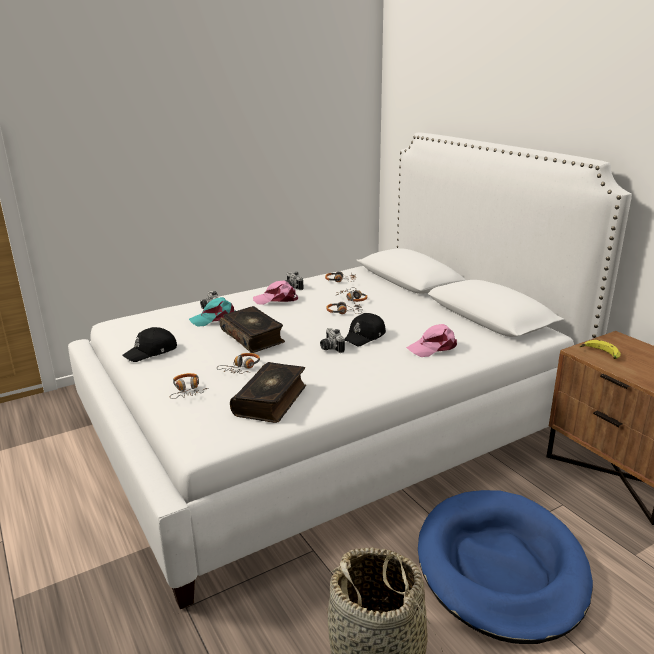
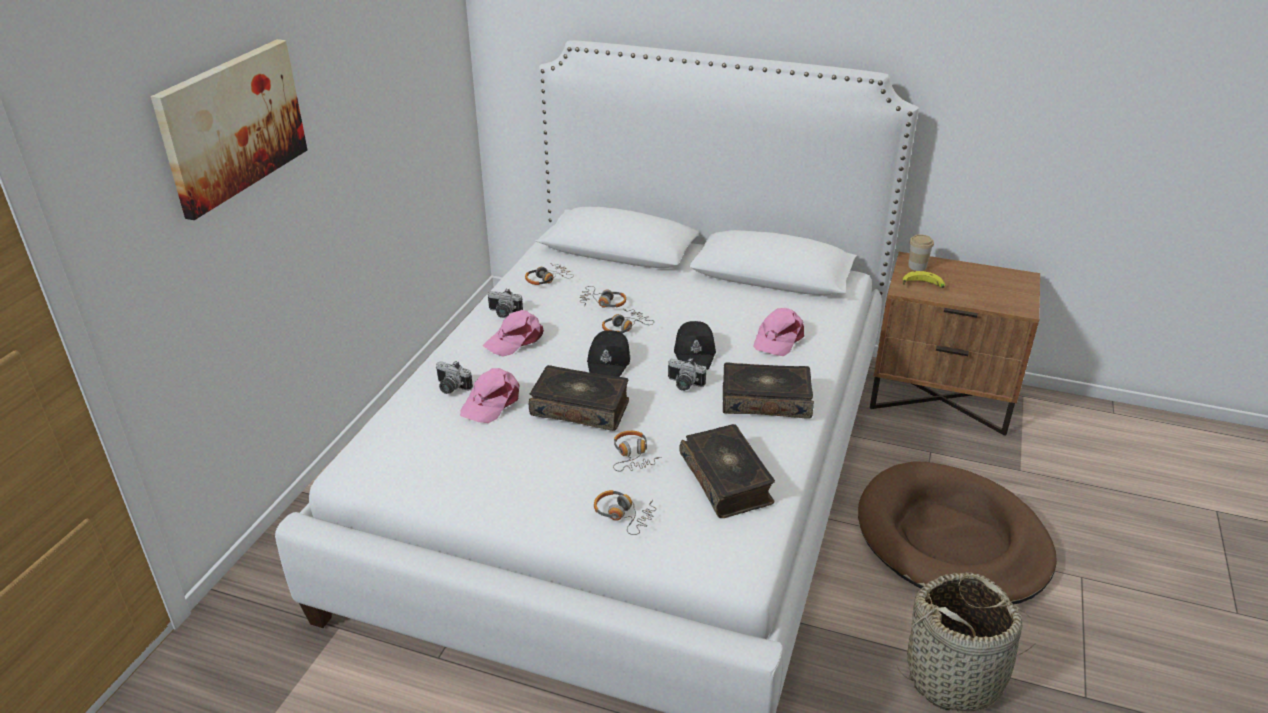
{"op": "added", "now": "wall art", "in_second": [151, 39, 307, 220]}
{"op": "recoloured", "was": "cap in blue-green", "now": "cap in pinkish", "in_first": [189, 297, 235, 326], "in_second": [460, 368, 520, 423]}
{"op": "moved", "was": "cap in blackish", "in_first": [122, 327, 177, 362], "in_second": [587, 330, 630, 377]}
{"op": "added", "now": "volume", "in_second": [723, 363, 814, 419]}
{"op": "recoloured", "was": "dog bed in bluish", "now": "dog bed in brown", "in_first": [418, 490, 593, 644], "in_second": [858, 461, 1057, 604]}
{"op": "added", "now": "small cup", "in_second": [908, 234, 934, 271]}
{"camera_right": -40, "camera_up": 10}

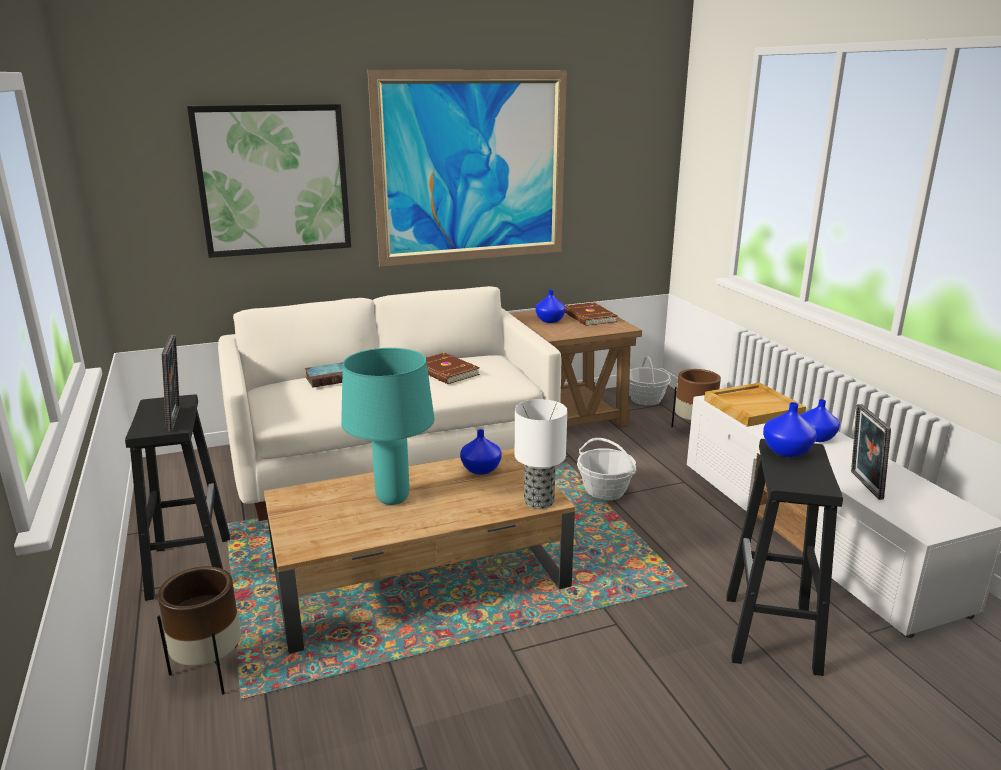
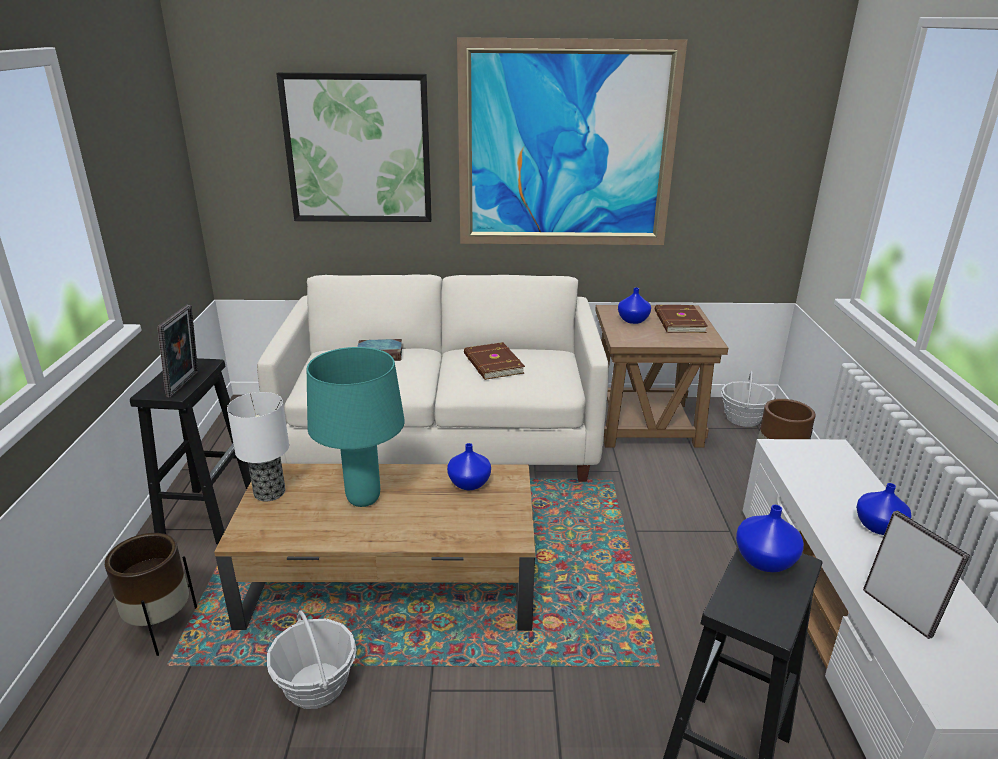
{"op": "moved", "was": "table lamp", "in_first": [515, 399, 567, 509], "in_second": [227, 392, 289, 501]}
{"op": "moved", "was": "storage basket", "in_first": [577, 438, 636, 501], "in_second": [267, 611, 357, 709]}
{"op": "turned", "was": "photo frame", "in_first": [851, 404, 891, 500], "in_second": [863, 511, 970, 639], "clockwise": 135}
{"op": "removed", "was": "serving tray in beige", "in_first": [704, 383, 806, 427]}
{"camera_right": 20, "camera_up": 5}

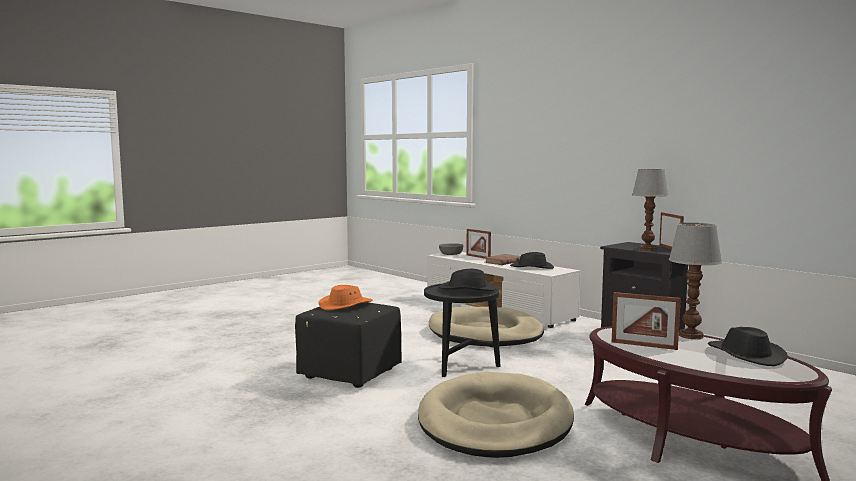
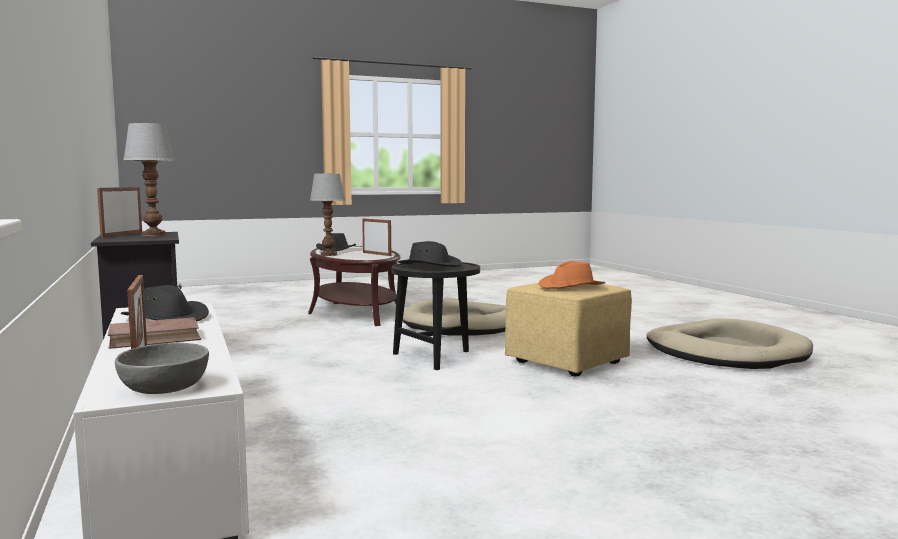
{"op": "recoloured", "was": "footrest in blackish", "now": "footrest in yellow-coloured", "in_first": [295, 302, 402, 388], "in_second": [505, 283, 632, 376]}
{"op": "moved", "was": "dog bed in beige", "in_first": [429, 307, 544, 346], "in_second": [647, 318, 813, 369]}
{"camera_right": -160, "camera_up": 0}

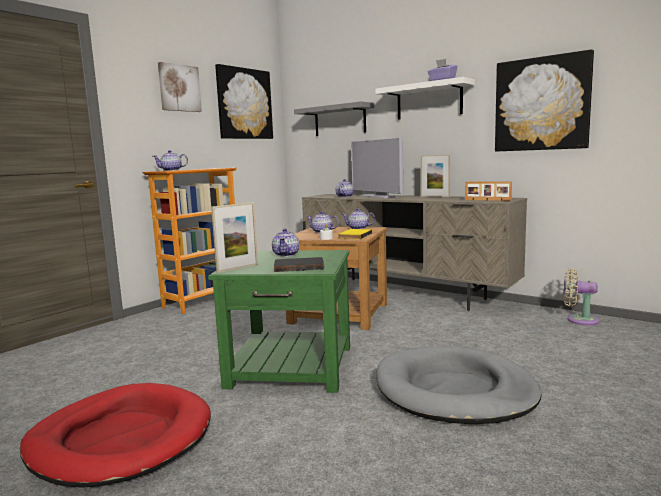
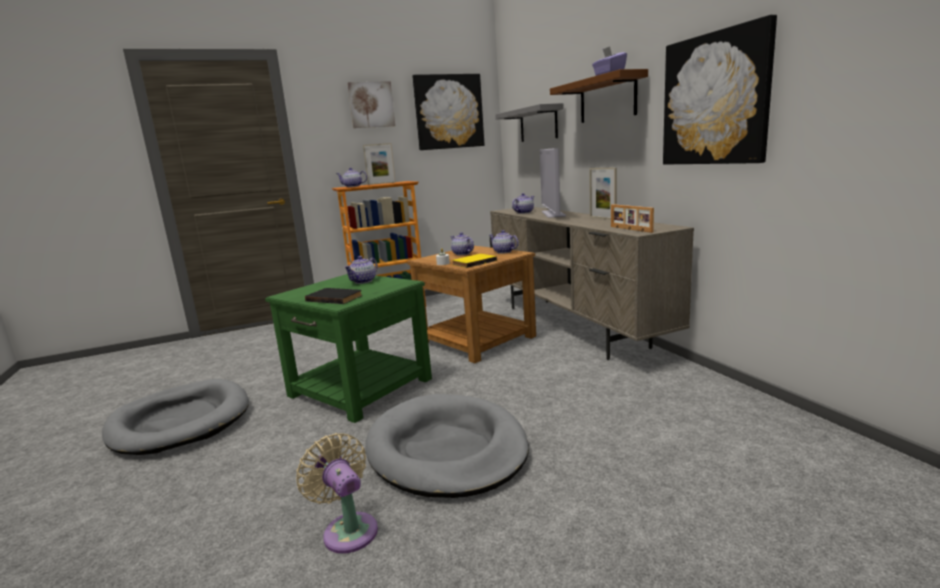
{"op": "recoloured", "was": "dog bed in reddish", "now": "dog bed in greyish", "in_first": [20, 383, 211, 488], "in_second": [102, 379, 249, 455]}
{"op": "moved", "was": "electric fan in beige", "in_first": [564, 268, 599, 325], "in_second": [296, 433, 378, 553]}
{"op": "moved", "was": "photo frame", "in_first": [211, 202, 258, 273], "in_second": [363, 143, 396, 185]}
{"op": "recoloured", "was": "bracket shelf in white-coloured", "now": "bracket shelf in brown", "in_first": [375, 77, 475, 120], "in_second": [550, 69, 648, 123]}
{"camera_right": 30, "camera_up": 5}

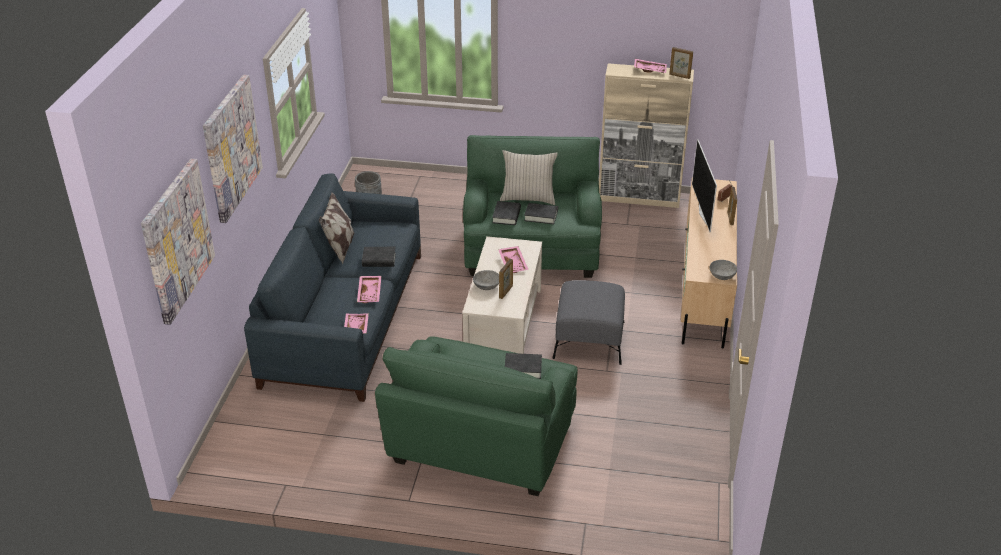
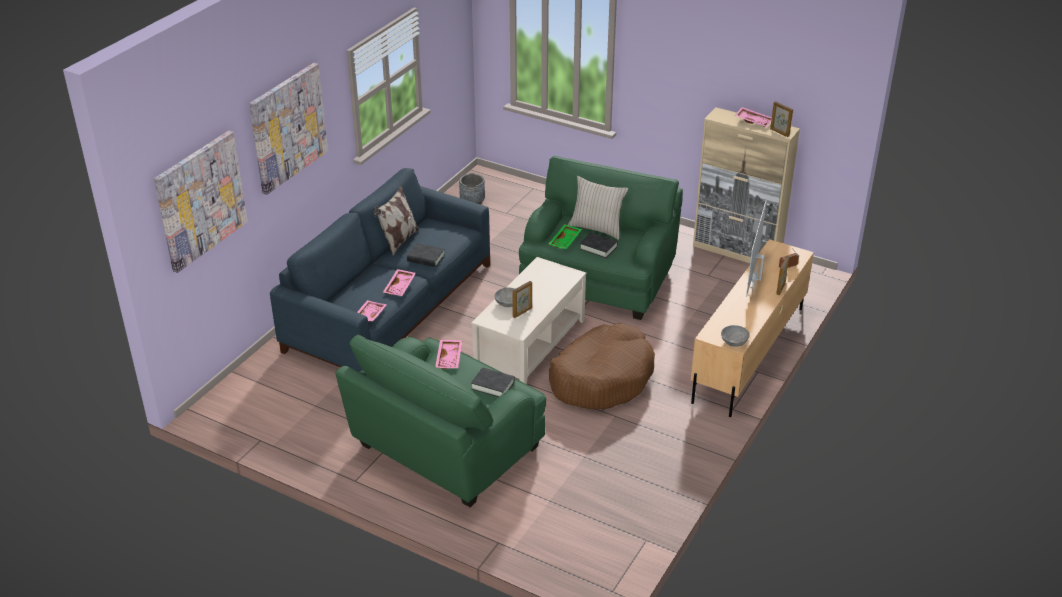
{"op": "moved", "was": "serving tray in pinkish", "in_first": [498, 246, 528, 273], "in_second": [435, 340, 462, 369]}
{"op": "replaced", "was": "volume in blackish", "now": "serving tray in green", "in_first": [492, 201, 521, 225], "in_second": [549, 224, 582, 249]}
{"op": "replaced", "was": "footrest in greyish", "now": "dog bed in brown", "in_first": [553, 280, 625, 365], "in_second": [549, 323, 655, 409]}
{"camera_right": 20, "camera_up": 0}

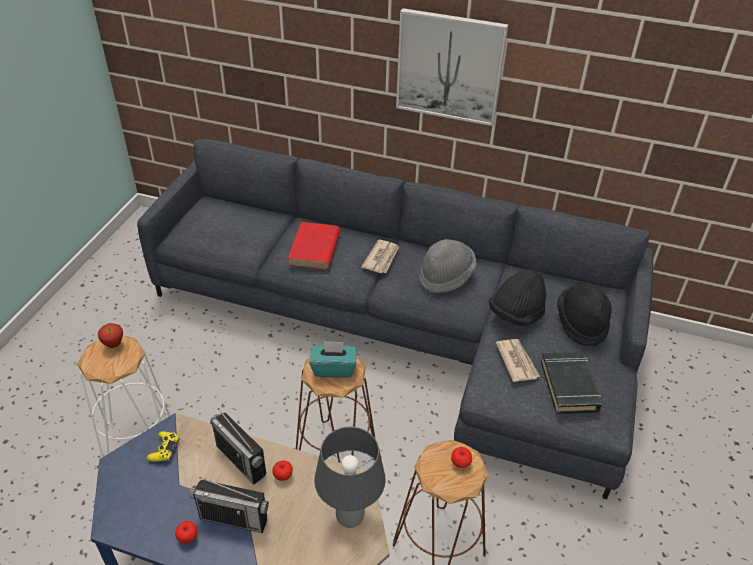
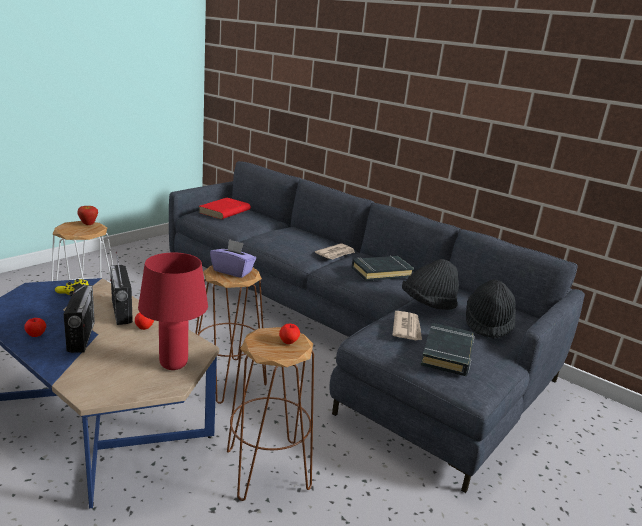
{"op": "turned", "was": "radio receiver", "in_first": [190, 477, 269, 533], "in_second": [64, 285, 95, 353], "clockwise": -135}
{"op": "recoloured", "was": "table lamp in greyish", "now": "table lamp in reddish", "in_first": [315, 427, 385, 528], "in_second": [138, 253, 208, 370]}
{"op": "moved", "was": "volume in reddish", "in_first": [288, 222, 340, 270], "in_second": [199, 198, 251, 219]}
{"op": "recoloured", "was": "tissue holder in blue-green", "now": "tissue holder in purple", "in_first": [309, 341, 357, 378], "in_second": [210, 239, 256, 278]}
{"op": "replaced", "was": "hat in greyish", "now": "volume in blackish", "in_first": [419, 239, 476, 293], "in_second": [351, 255, 414, 281]}
{"op": "removed", "was": "wall art", "in_first": [396, 8, 508, 126]}
{"camera_right": 20, "camera_up": -20}

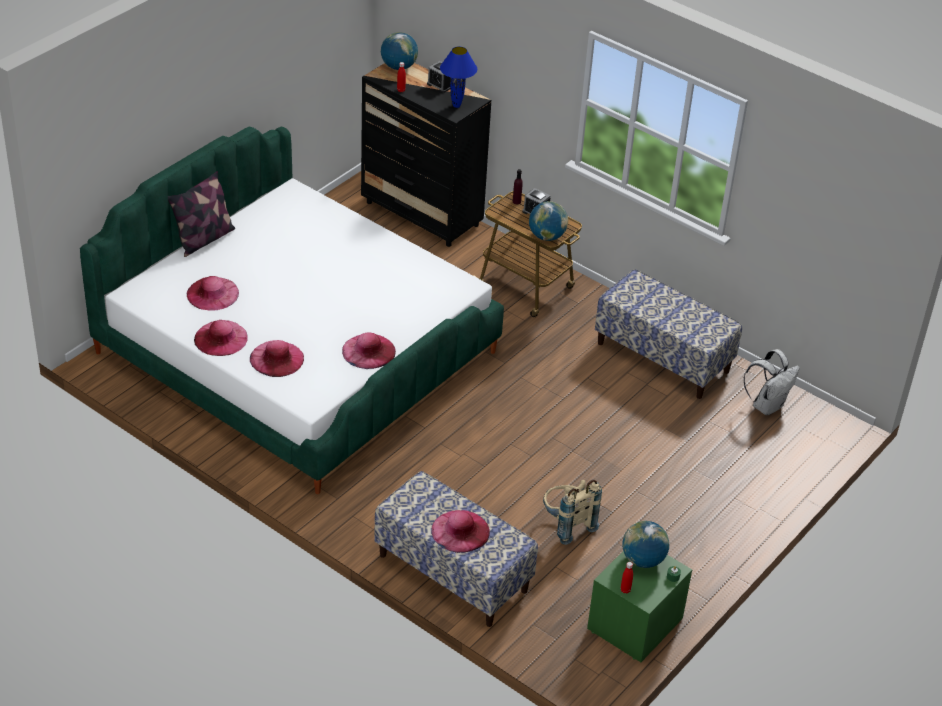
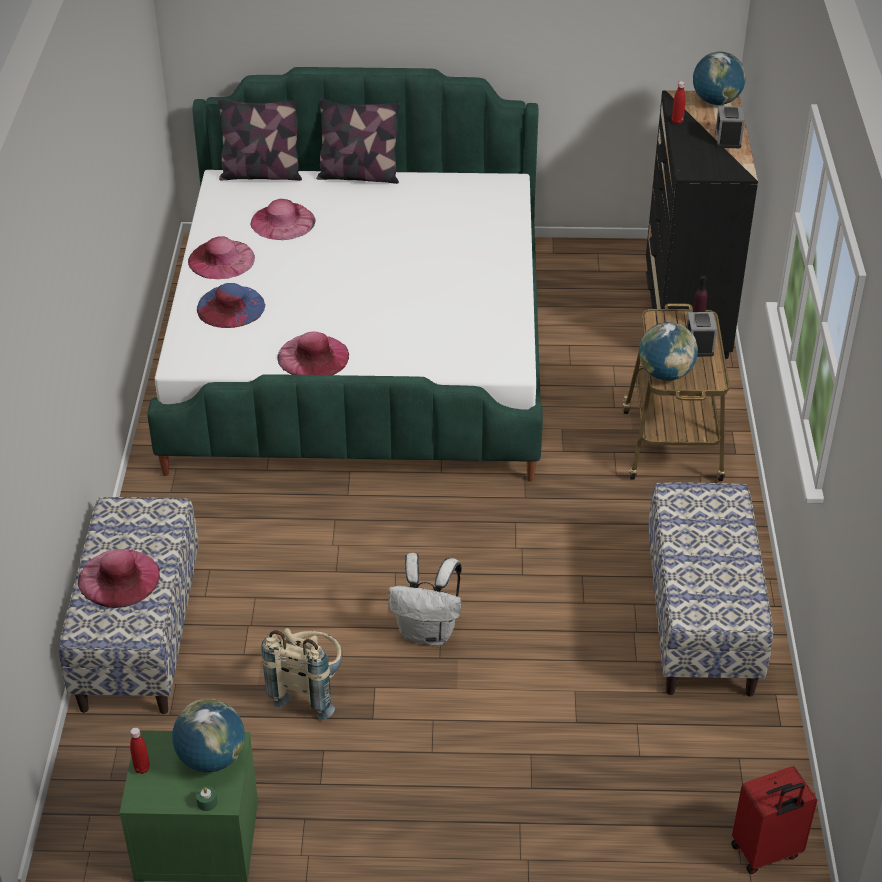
{"op": "recoloured", "was": "hat in pinkish", "now": "hat in bluish", "in_first": [250, 340, 304, 377], "in_second": [197, 283, 265, 328]}
{"op": "added", "now": "cushion", "in_second": [217, 98, 302, 181]}
{"op": "moved", "was": "backpack in white-coloured", "in_first": [744, 349, 800, 415], "in_second": [389, 553, 462, 646]}
{"op": "added", "now": "piece of luggage in reddish", "in_second": [731, 766, 817, 874]}
{"op": "removed", "was": "table lamp in bluish", "in_first": [440, 47, 477, 108]}
{"camera_right": 55, "camera_up": 0}

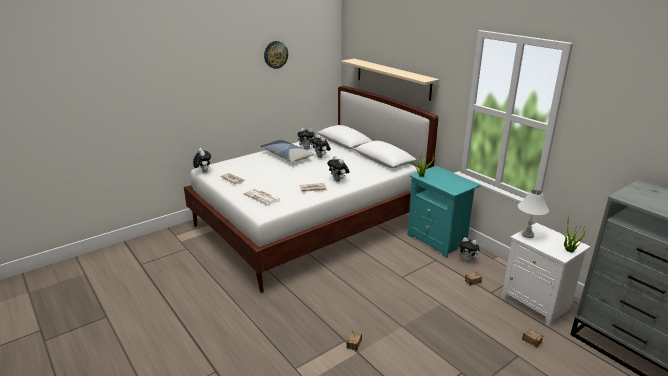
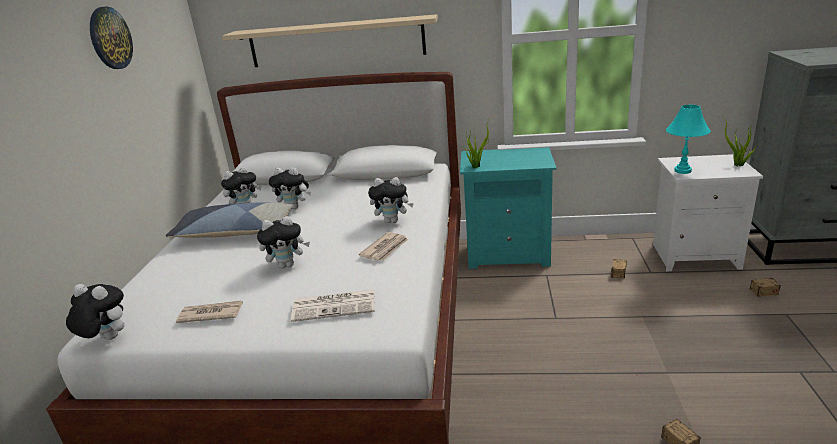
{"op": "moved", "was": "cuddly toy", "in_first": [458, 237, 481, 262], "in_second": [257, 216, 310, 268]}
{"op": "recoloured", "was": "table lamp in white-coloured", "now": "table lamp in blue-green", "in_first": [518, 190, 549, 238], "in_second": [666, 105, 711, 174]}
{"camera_right": -45, "camera_up": 0}

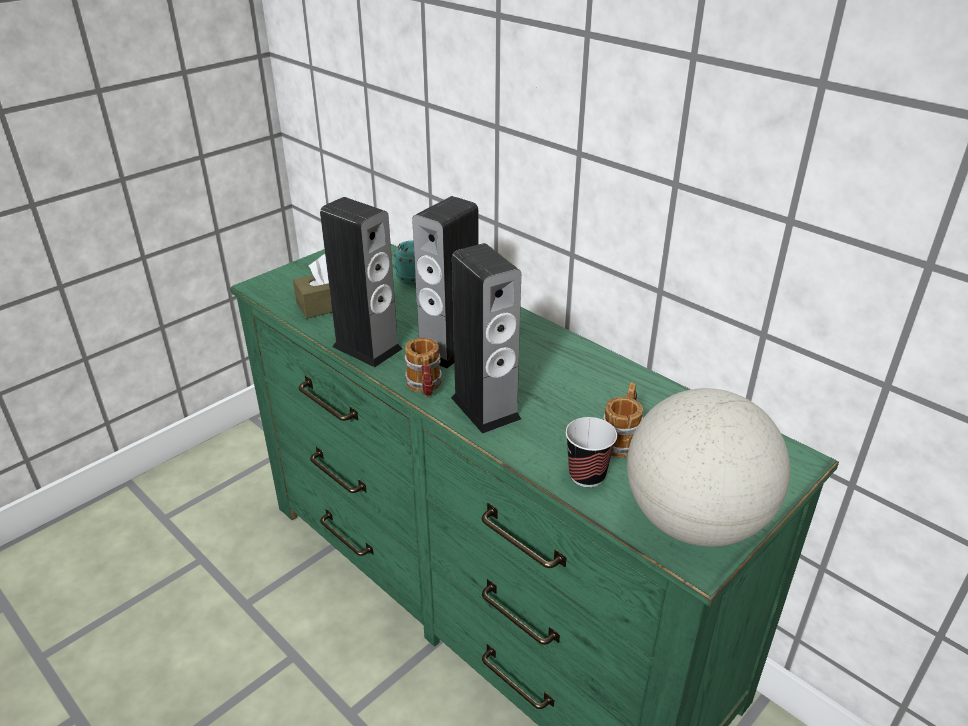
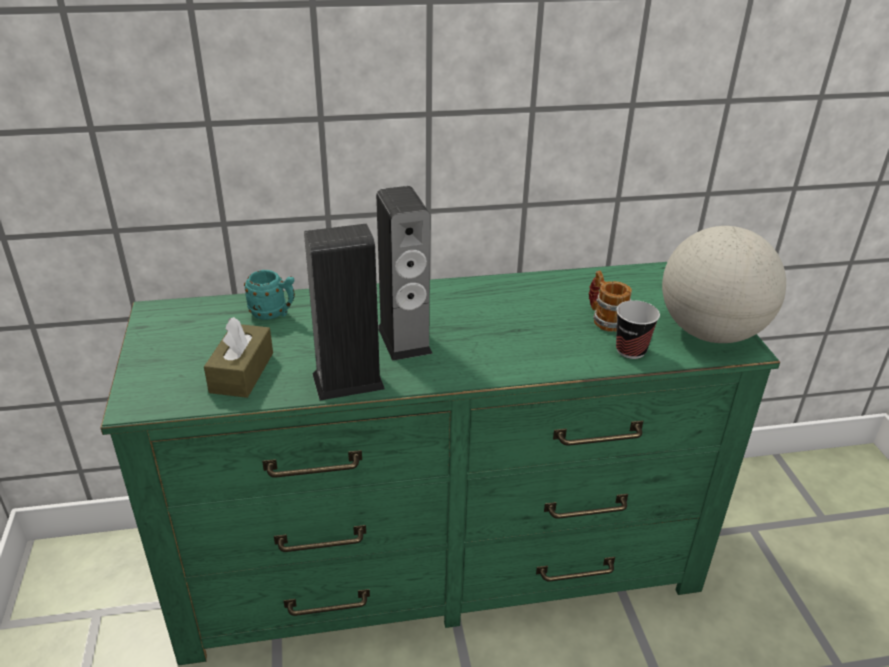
{"op": "removed", "was": "coffee mug", "in_first": [405, 338, 442, 397]}
{"op": "removed", "was": "speaker", "in_first": [451, 243, 522, 434]}
{"camera_right": -55, "camera_up": 0}

